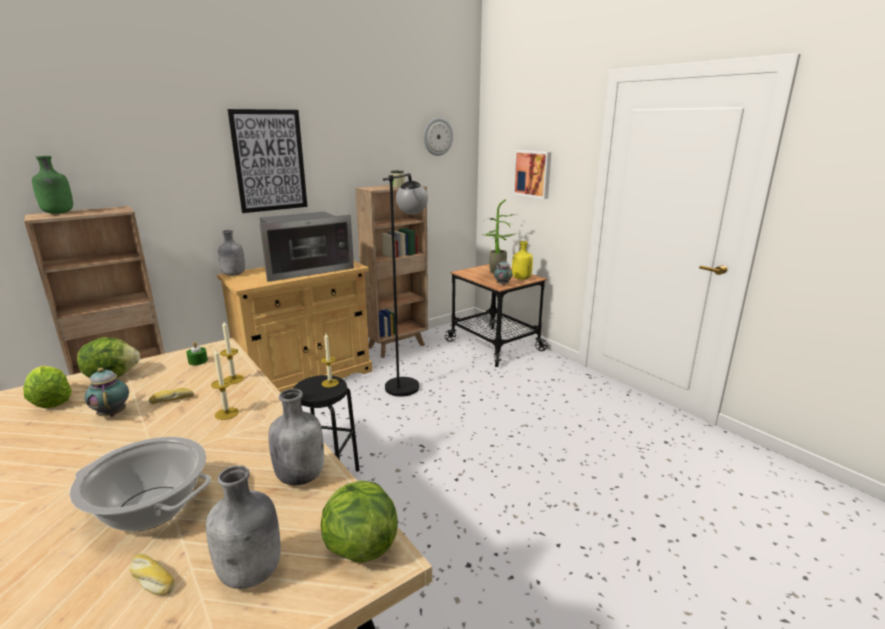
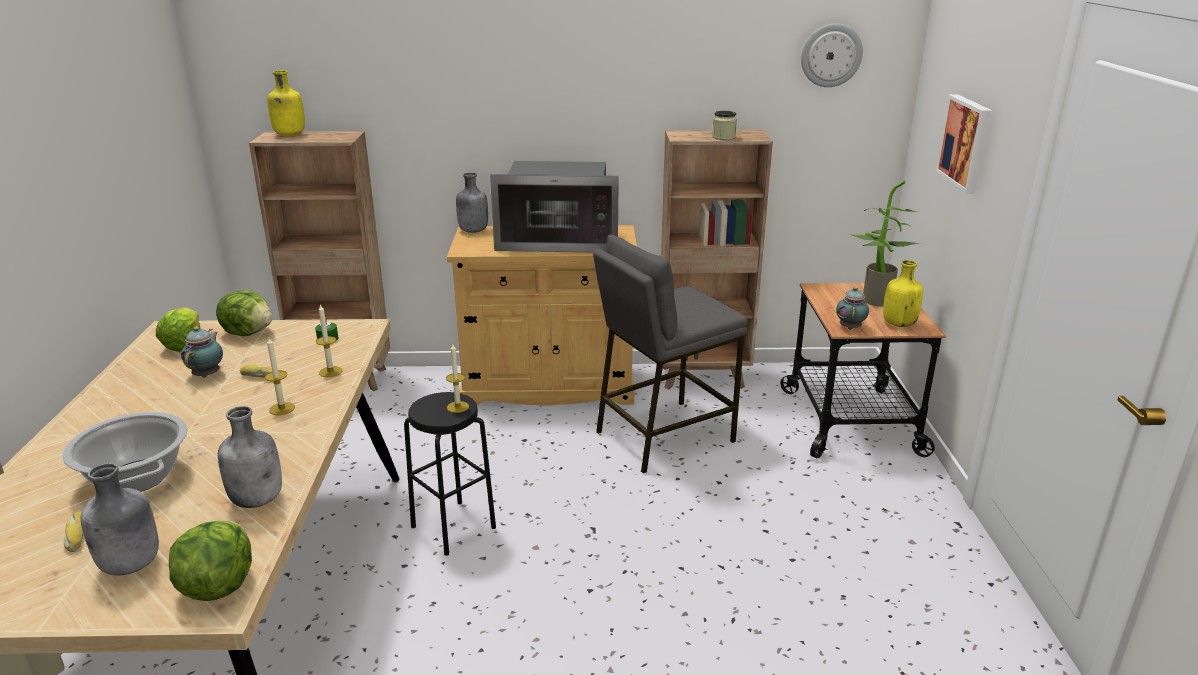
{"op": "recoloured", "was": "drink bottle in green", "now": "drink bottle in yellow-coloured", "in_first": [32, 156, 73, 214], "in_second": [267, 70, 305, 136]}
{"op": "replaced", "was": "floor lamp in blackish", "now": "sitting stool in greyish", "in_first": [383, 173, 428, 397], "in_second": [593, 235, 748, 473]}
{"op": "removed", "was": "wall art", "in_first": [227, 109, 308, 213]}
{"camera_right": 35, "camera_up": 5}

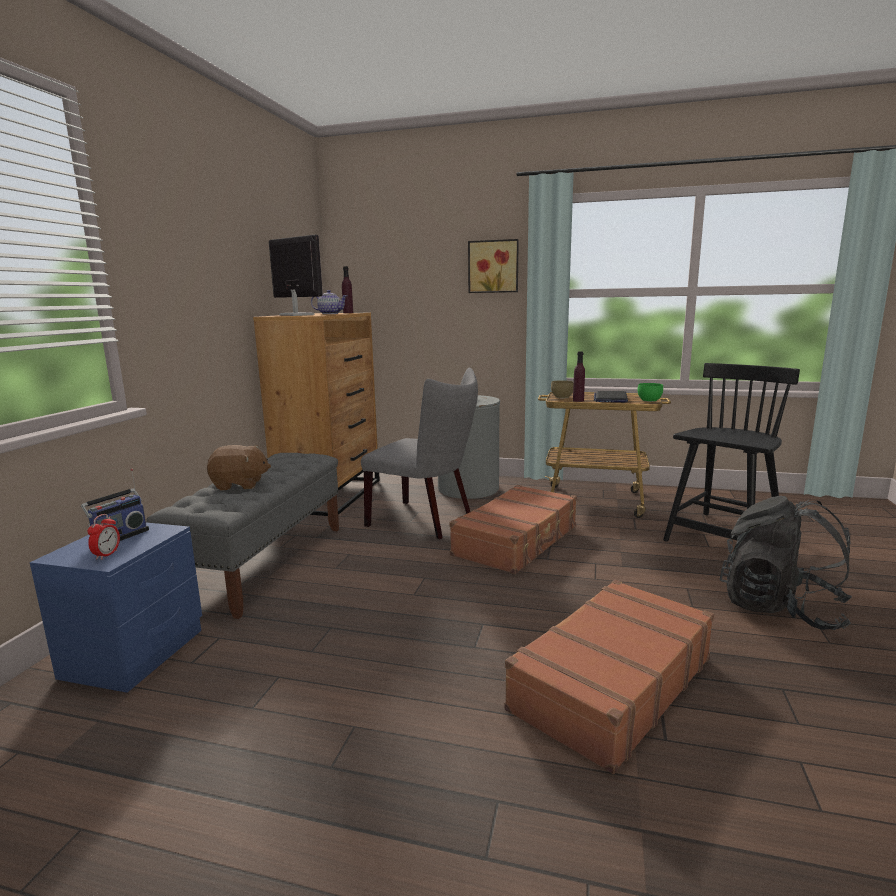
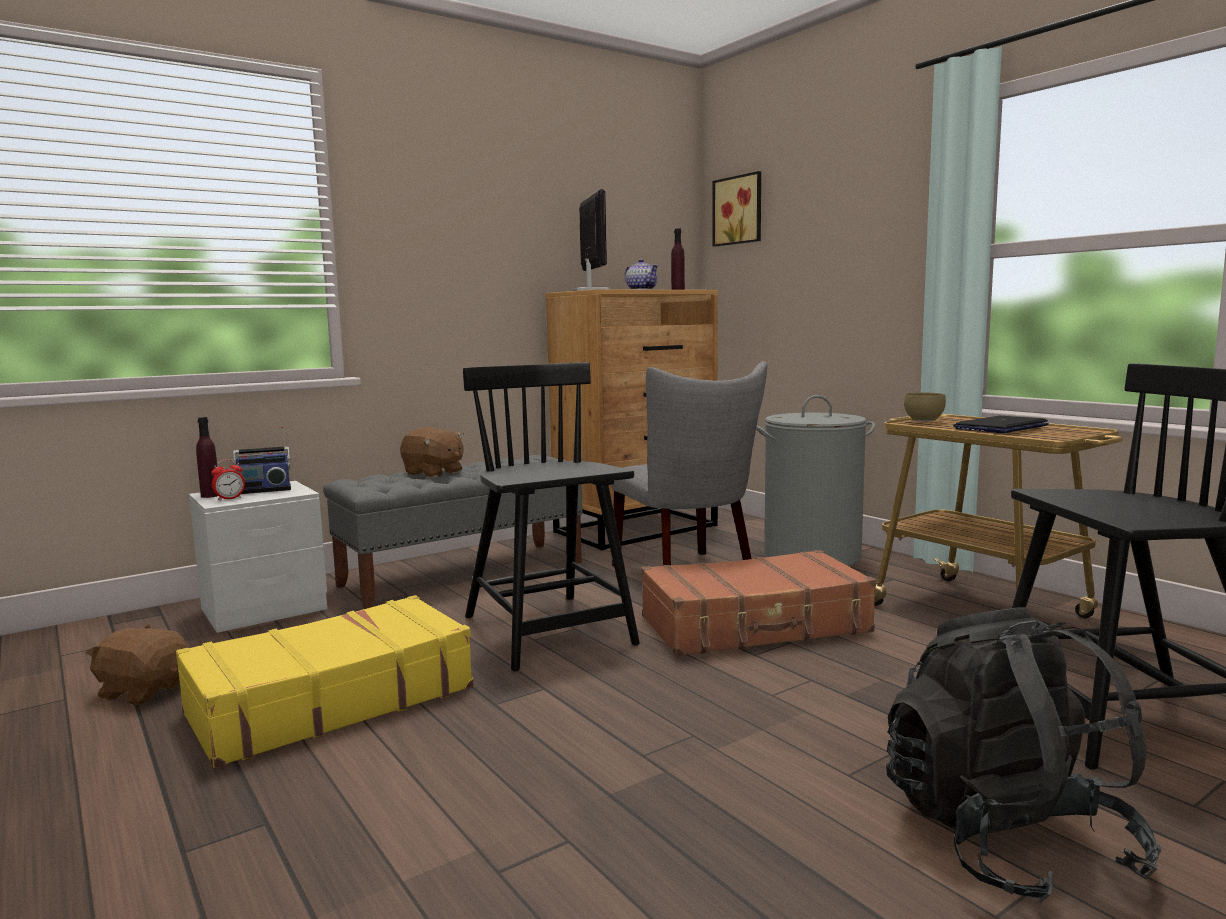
{"op": "added", "now": "cuddly toy in brown", "in_second": [85, 624, 188, 705]}
{"op": "added", "now": "piece of luggage in yellow-coloured", "in_second": [176, 595, 474, 768]}
{"op": "recoloured", "was": "night table in bluish", "now": "night table in greyish", "in_first": [30, 522, 202, 693], "in_second": [189, 481, 327, 633]}
{"op": "moved", "was": "drink bottle in purple", "in_first": [573, 351, 585, 402], "in_second": [196, 417, 218, 498]}
{"op": "added", "now": "chair in blackish", "in_second": [463, 362, 640, 671]}
{"op": "moved", "was": "wall art", "in_first": [468, 239, 519, 293], "in_second": [713, 171, 761, 247]}
{"op": "removed", "was": "piece of luggage in brown", "in_first": [504, 580, 714, 774]}
{"op": "removed", "was": "serving bowl in green", "in_first": [638, 383, 663, 402]}
{"camera_right": 40, "camera_up": -5}

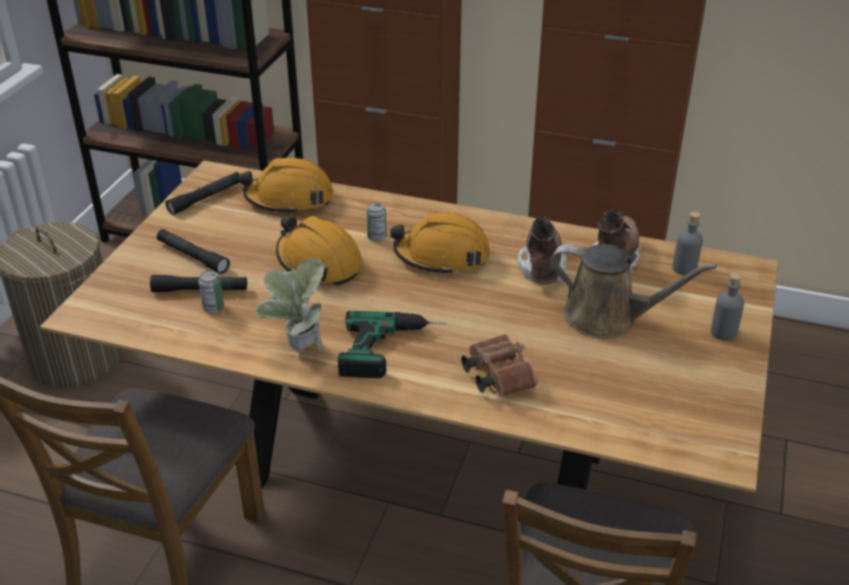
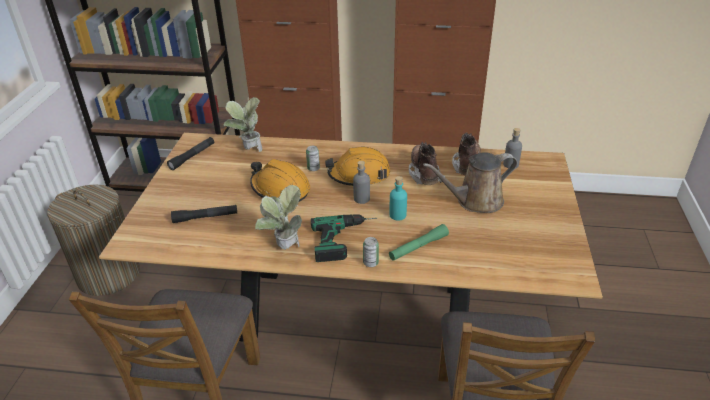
{"op": "replaced", "was": "hard hat in orange-coloured", "now": "plant in a pot", "in_first": [239, 158, 333, 215], "in_second": [223, 97, 262, 152]}
{"op": "moved", "was": "drink bottle in greyish", "in_first": [711, 273, 744, 341], "in_second": [353, 161, 370, 204]}
{"op": "moved", "was": "metal can", "in_first": [198, 271, 224, 313], "in_second": [363, 237, 379, 267]}
{"op": "added", "now": "drink bottle in blue-green", "in_second": [389, 176, 407, 221]}
{"op": "replaced", "was": "field glasses in brown", "now": "flashlight in green", "in_first": [461, 334, 538, 396], "in_second": [389, 224, 449, 261]}
{"op": "turned", "was": "sprinkling can in brown", "in_first": [550, 244, 717, 339], "in_second": [423, 152, 518, 213], "clockwise": 150}
{"op": "removed", "was": "flashlight in blackish", "in_first": [157, 229, 230, 274]}
{"camera_right": -10, "camera_up": 0}

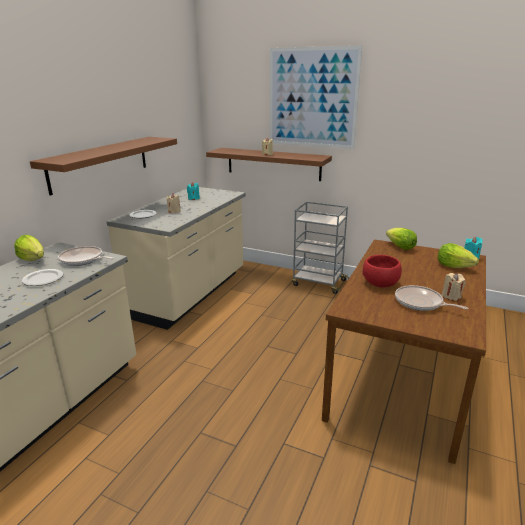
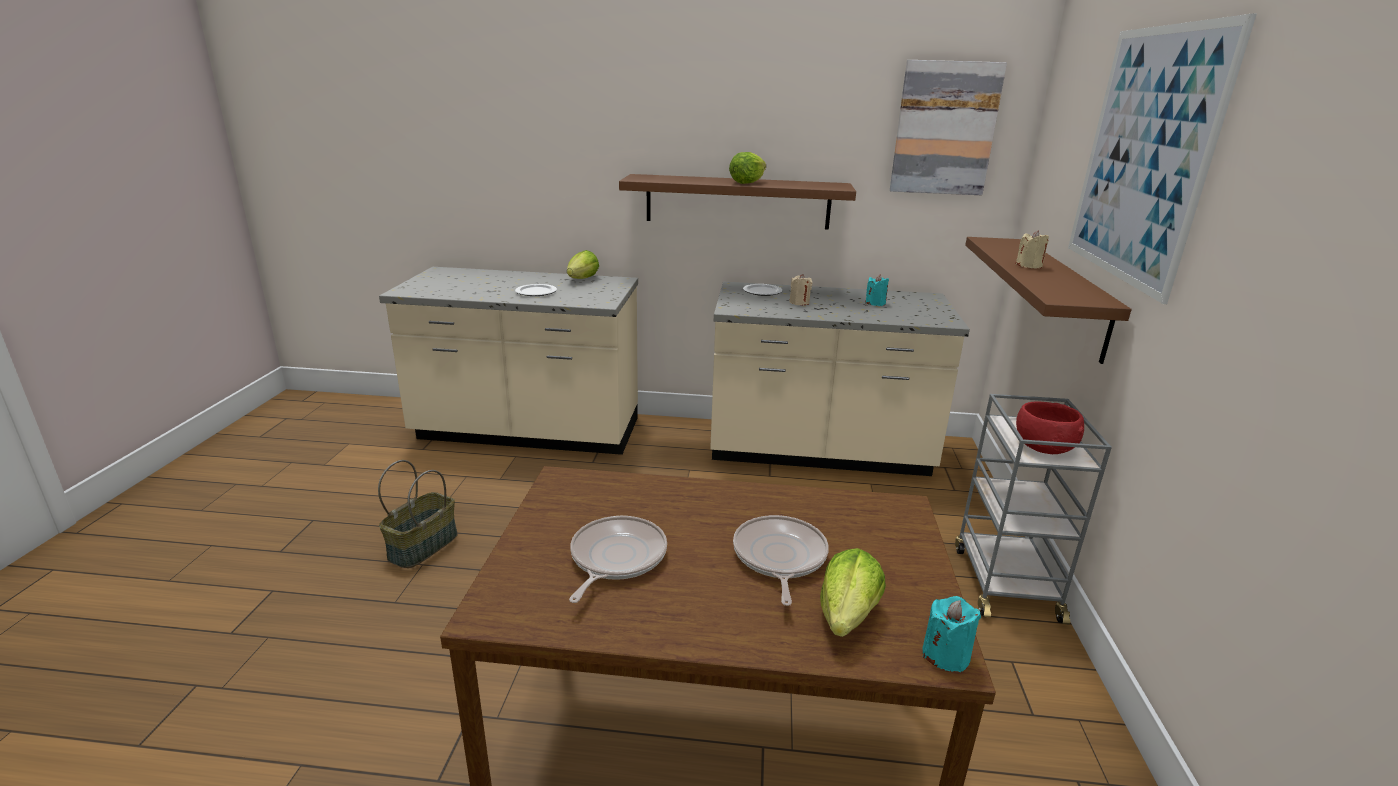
{"op": "added", "now": "storage basket", "in_second": [378, 460, 458, 568]}
{"op": "moved", "was": "lettuce head", "in_first": [386, 228, 417, 250], "in_second": [729, 152, 766, 184]}
{"op": "moved", "was": "pan", "in_first": [58, 246, 114, 266], "in_second": [733, 515, 829, 606]}
{"op": "added", "now": "wall art", "in_second": [890, 60, 1007, 195]}
{"op": "moved", "was": "serving bowl in reddish", "in_first": [362, 255, 402, 287], "in_second": [1016, 402, 1084, 454]}
{"op": "removed", "was": "wax candle in beige", "in_first": [442, 273, 465, 301]}
{"camera_right": 70, "camera_up": 0}

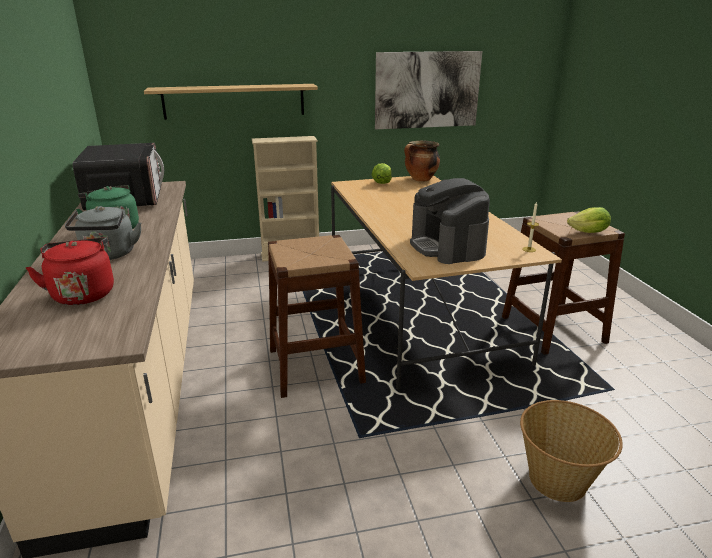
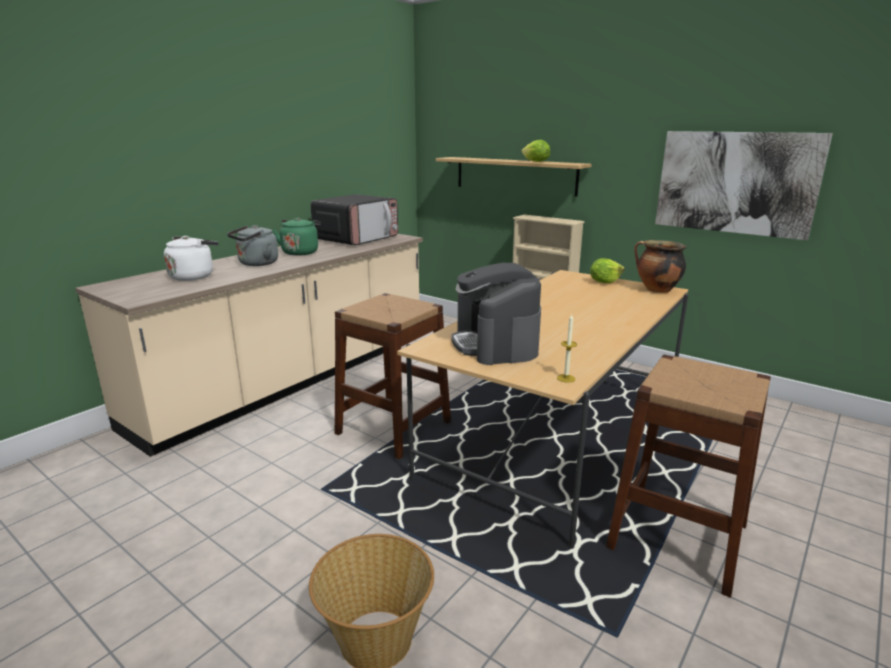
{"op": "recoloured", "was": "tea kettle in reddish", "now": "tea kettle in white-coloured", "in_first": [26, 237, 114, 305], "in_second": [164, 236, 219, 281]}
{"op": "turned", "was": "coffee maker", "in_first": [410, 178, 490, 264], "in_second": [451, 263, 541, 365], "clockwise": -45}
{"op": "moved", "was": "lettuce head", "in_first": [567, 207, 611, 233], "in_second": [522, 140, 550, 162]}
{"camera_right": 50, "camera_up": -5}

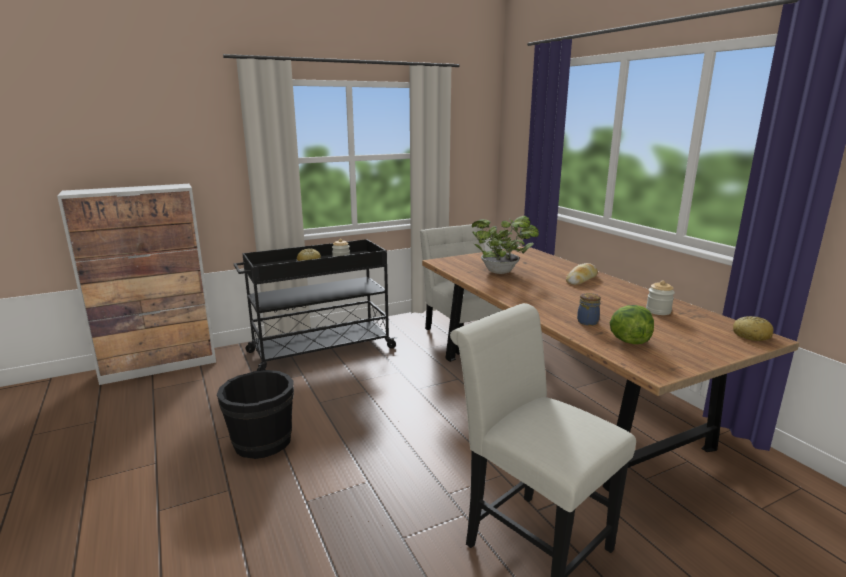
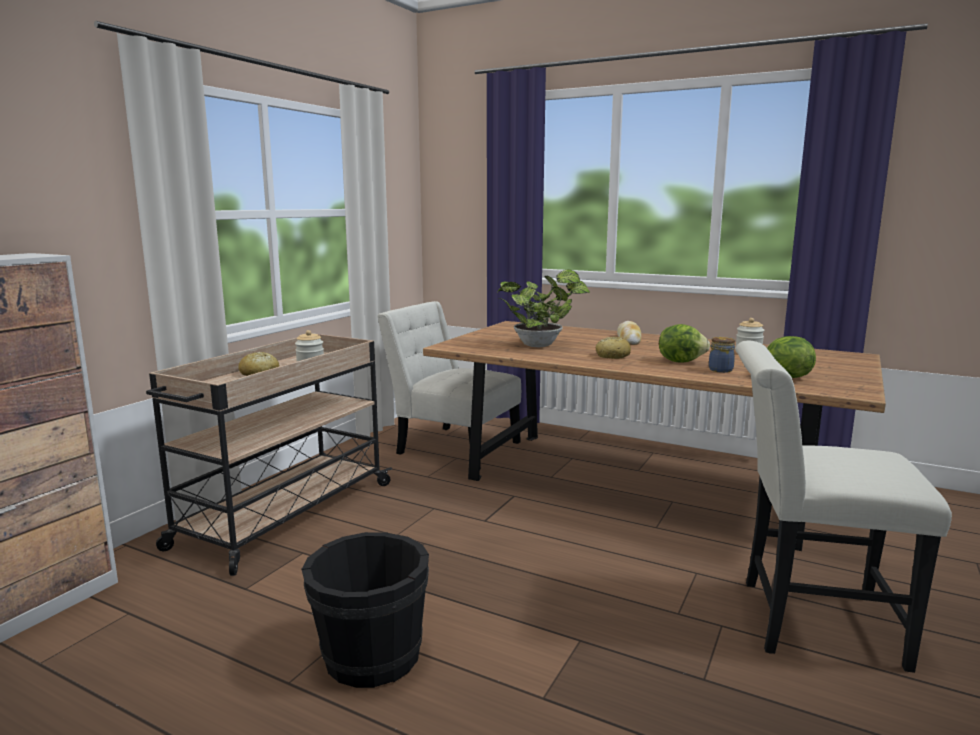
{"op": "recoloured", "was": "wheeled cart in blackish", "now": "wheeled cart in beige", "in_first": [234, 239, 398, 371], "in_second": [146, 334, 392, 576]}
{"op": "moved", "was": "bread", "in_first": [733, 316, 773, 341], "in_second": [596, 336, 631, 359]}
{"op": "added", "now": "lettuce head", "in_second": [659, 324, 710, 362]}
{"camera_right": -35, "camera_up": -5}

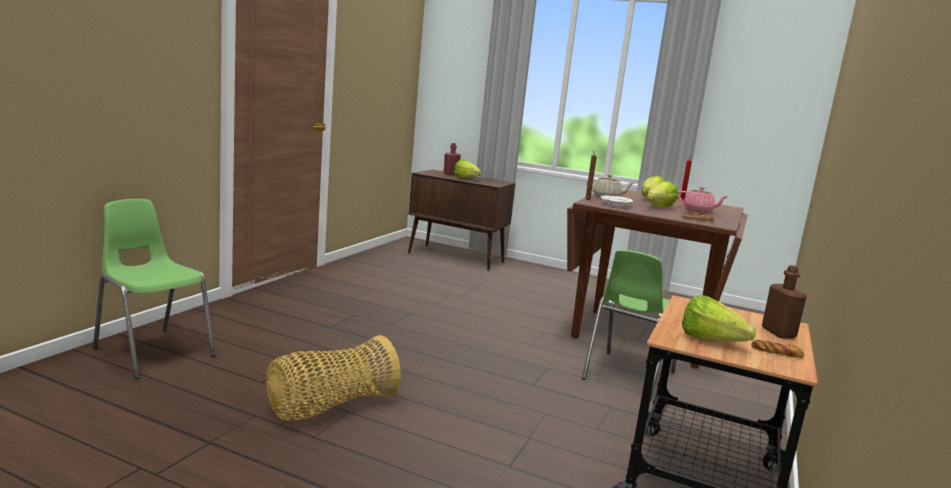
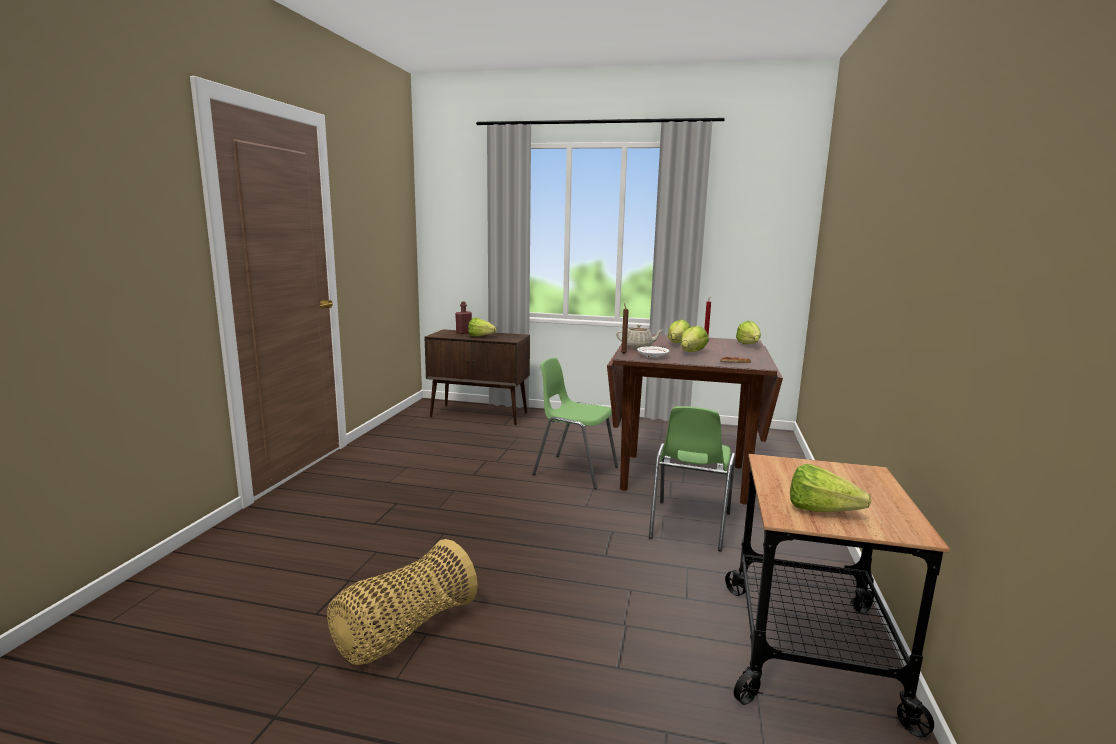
{"op": "moved", "was": "chair in green", "in_first": [93, 199, 215, 379], "in_second": [532, 358, 618, 489]}
{"op": "added", "now": "lettuce head", "in_second": [736, 321, 761, 344]}
{"op": "removed", "was": "tea pot in pinkish", "in_first": [678, 187, 729, 212]}
{"op": "removed", "was": "bread", "in_first": [751, 340, 804, 358]}
{"op": "removed", "was": "drink bottle in brown", "in_first": [762, 265, 807, 339]}
{"camera_right": -10, "camera_up": 0}

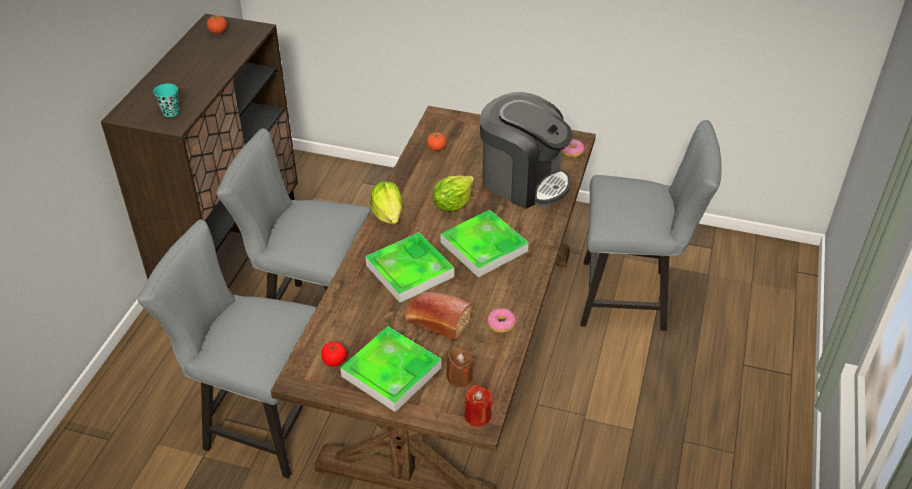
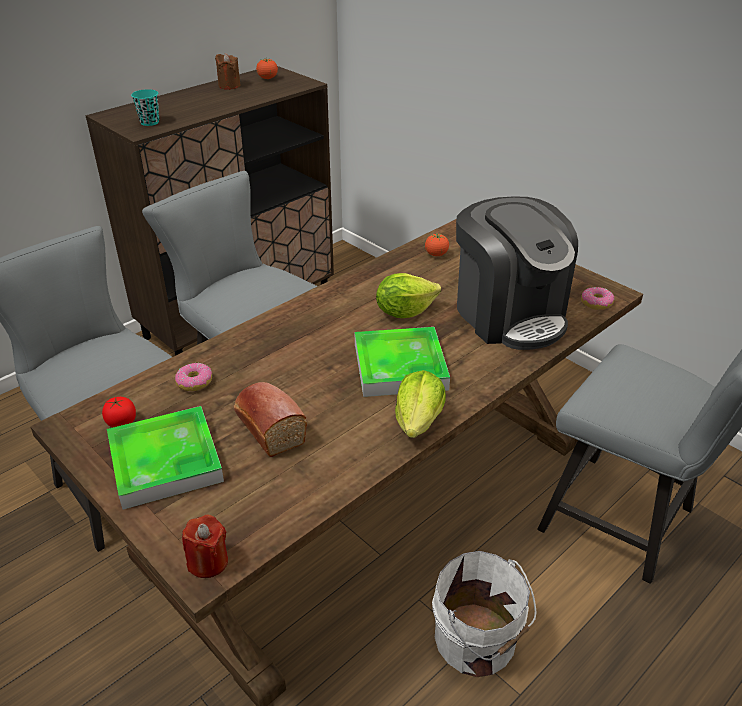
{"op": "moved", "was": "ring doughnut", "in_first": [487, 308, 516, 333], "in_second": [175, 363, 212, 391]}
{"op": "moved", "was": "wax candle in brown", "in_first": [446, 347, 475, 387], "in_second": [215, 53, 240, 90]}
{"op": "moved", "was": "lettuce head", "in_first": [370, 181, 403, 224], "in_second": [395, 370, 446, 438]}
{"op": "added", "now": "pail in white-coloured", "in_second": [432, 551, 537, 677]}
{"op": "removed", "was": "serving tray", "in_first": [365, 232, 454, 303]}
{"camera_right": 30, "camera_up": -5}

